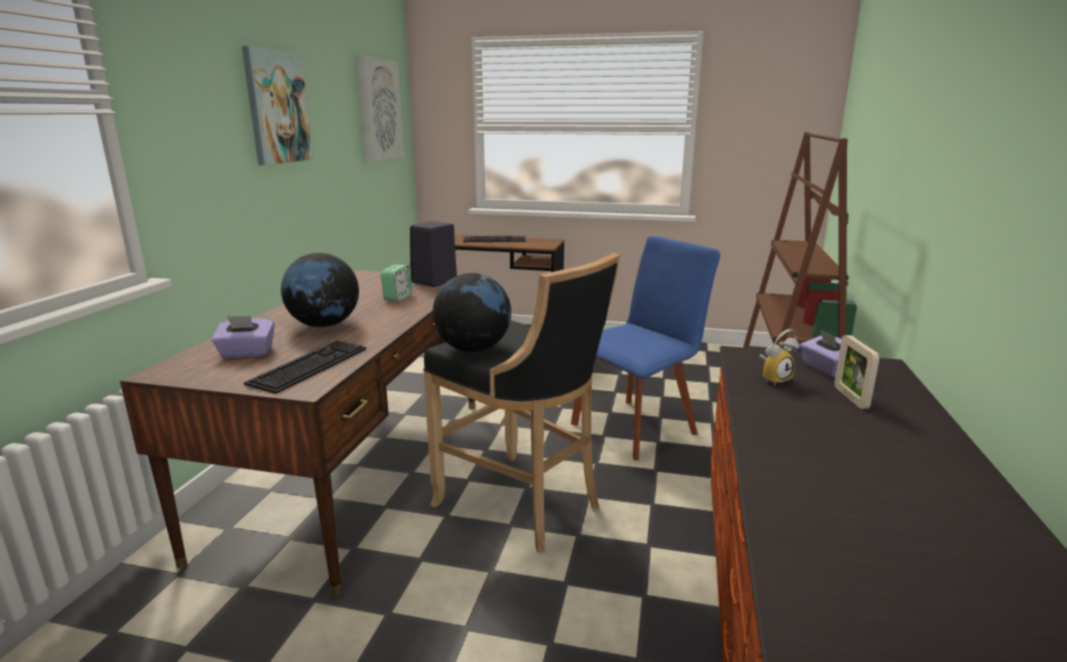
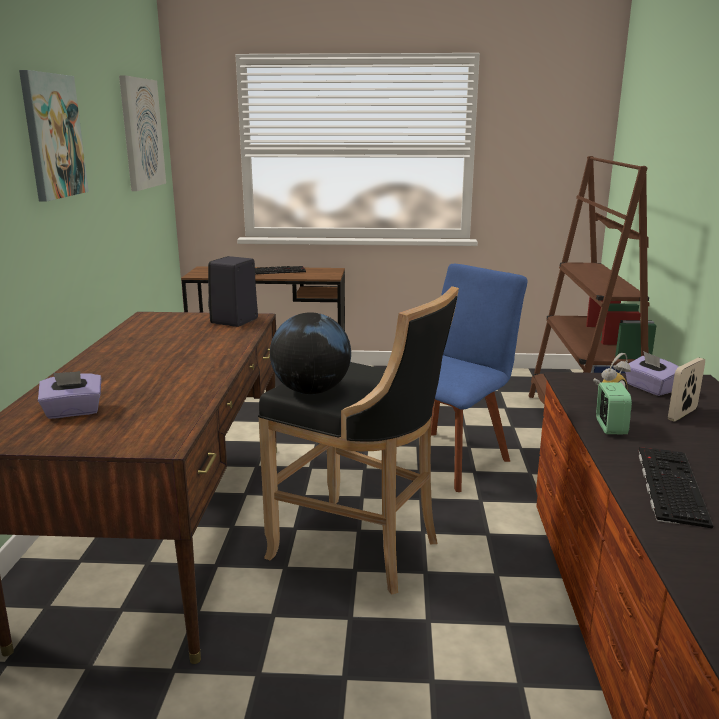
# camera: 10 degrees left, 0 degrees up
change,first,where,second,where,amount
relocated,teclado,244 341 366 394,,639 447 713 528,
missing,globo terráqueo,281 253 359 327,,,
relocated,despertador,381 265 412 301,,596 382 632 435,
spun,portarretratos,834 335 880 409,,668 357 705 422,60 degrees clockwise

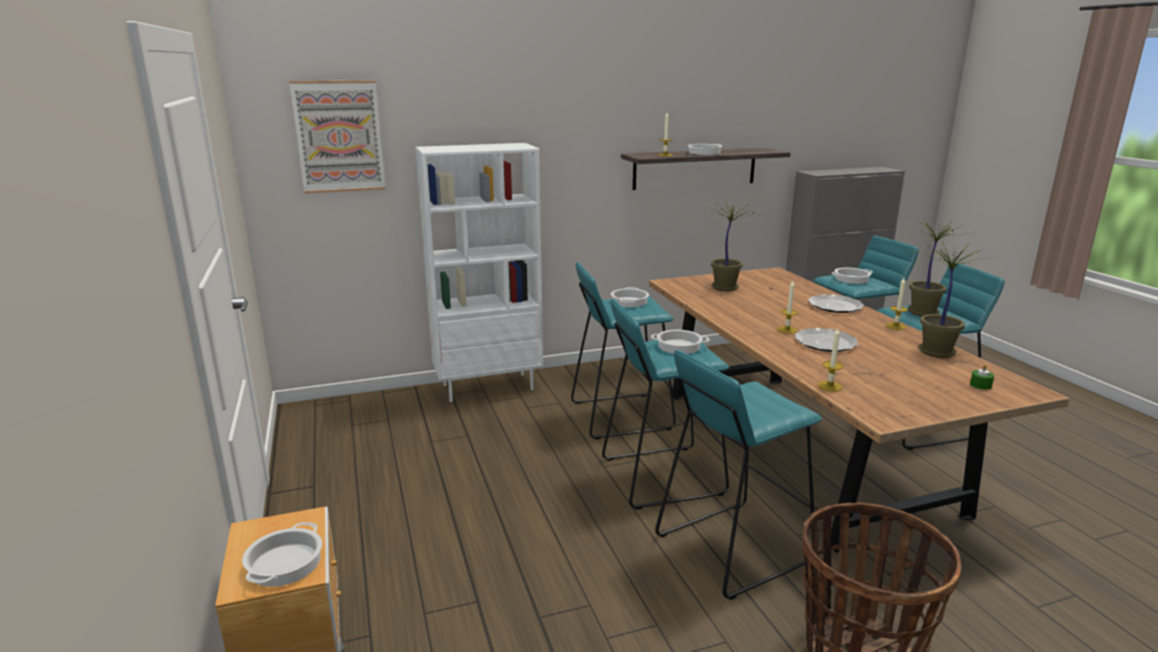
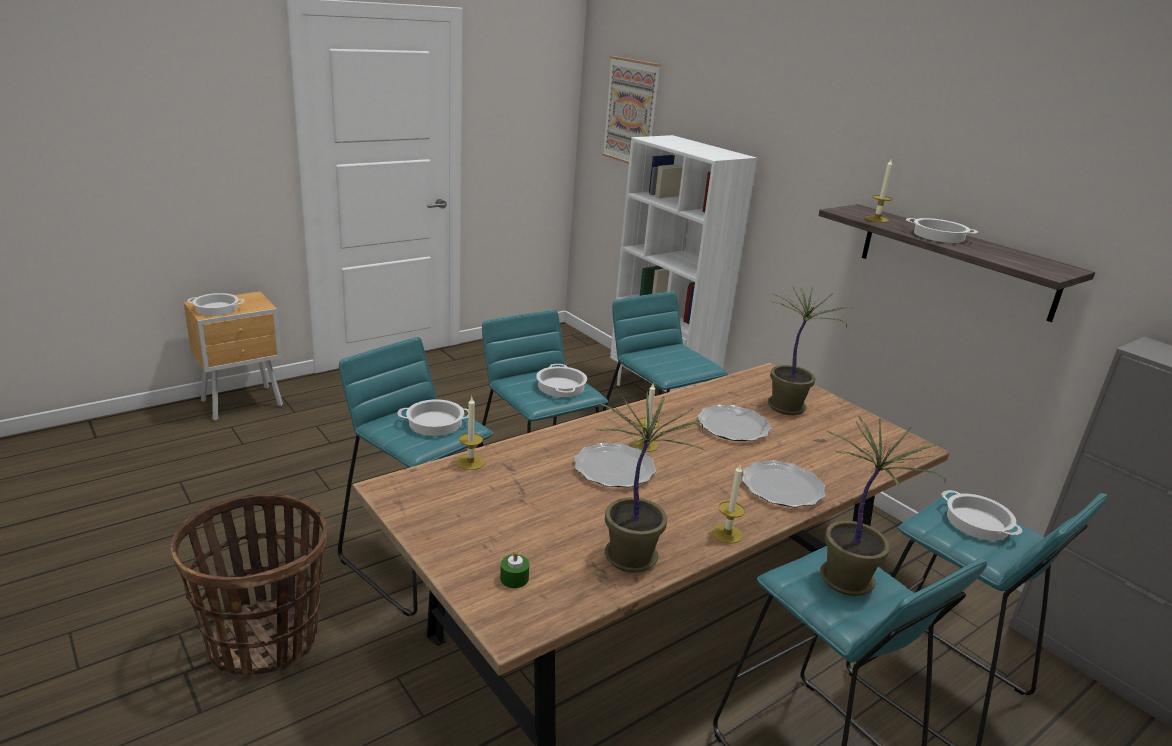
# camera: 70 degrees right, 5 degrees up
change,first,where,second,where,amount
relocated,olla,611 287 649 307,,397 399 469 436,
appeared,,,plato,697 405 772 441,

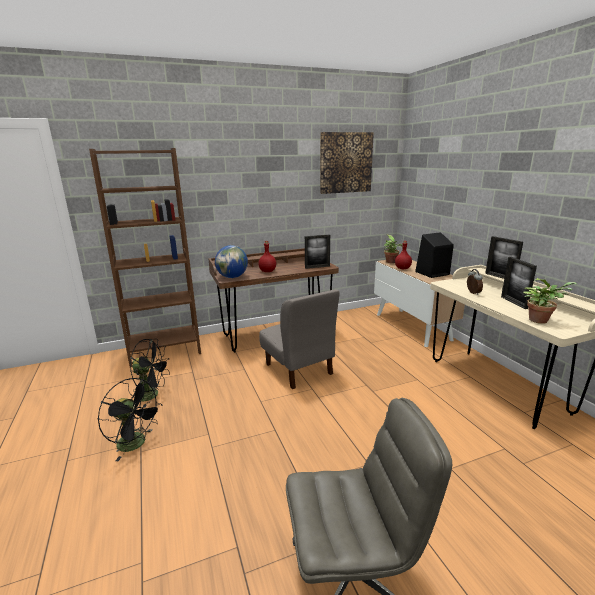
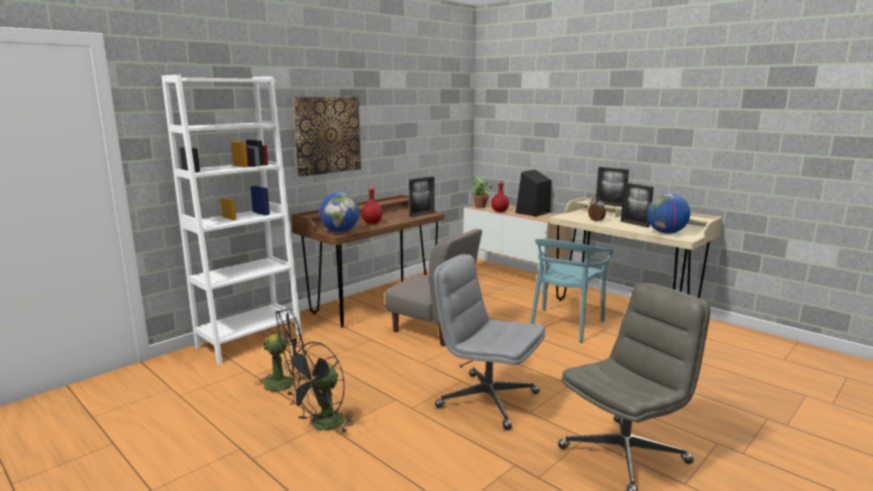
# camera: 25 degrees left, 5 degrees down
change,first,where,second,where,amount
colour,estantería (marrón),89 148 201 367,estantería (blanco),161 75 302 365,
spun,ventilador (negro),98 378 163 461,,283 342 354 432,120 degrees clockwise
relocated,cuadro,320 132 374 194,,293 97 361 177,
exchanged,planta en maceta,523 278 577 324,globo terráqueo,647 194 690 234,
appeared,,,silla de oficina (gris),434 254 545 430,
appeared,,,silla (turquesa),530 239 613 343,

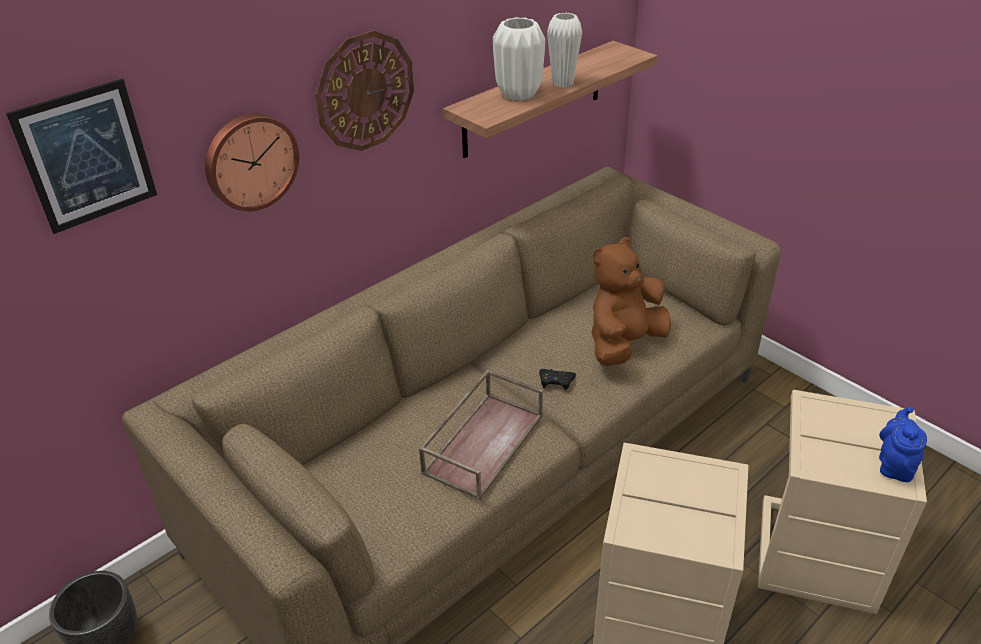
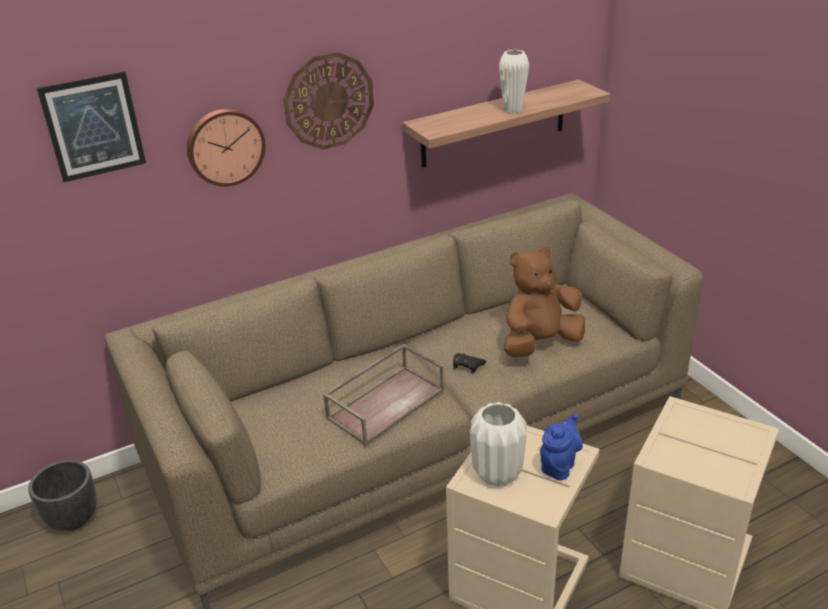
# camera: 15 degrees right, 5 degrees down
change,first,where,second,where,amount
relocated,florero (blanco),493 17 545 101,,470 402 527 487,
relocated,tetera (azul),879 407 927 482,,540 413 583 480,

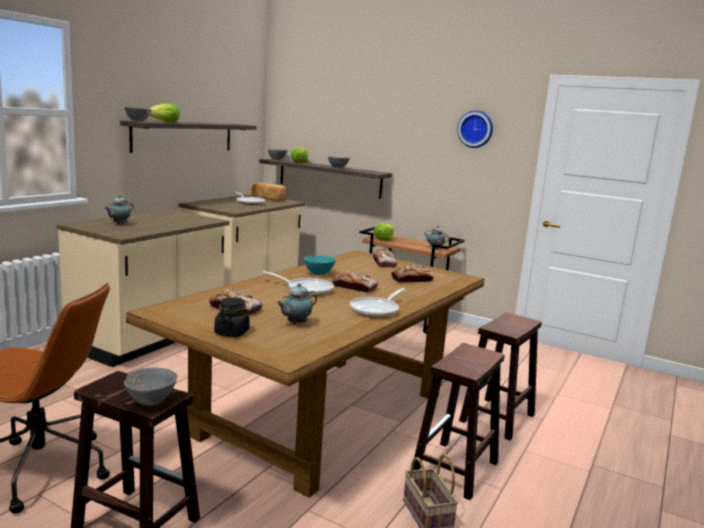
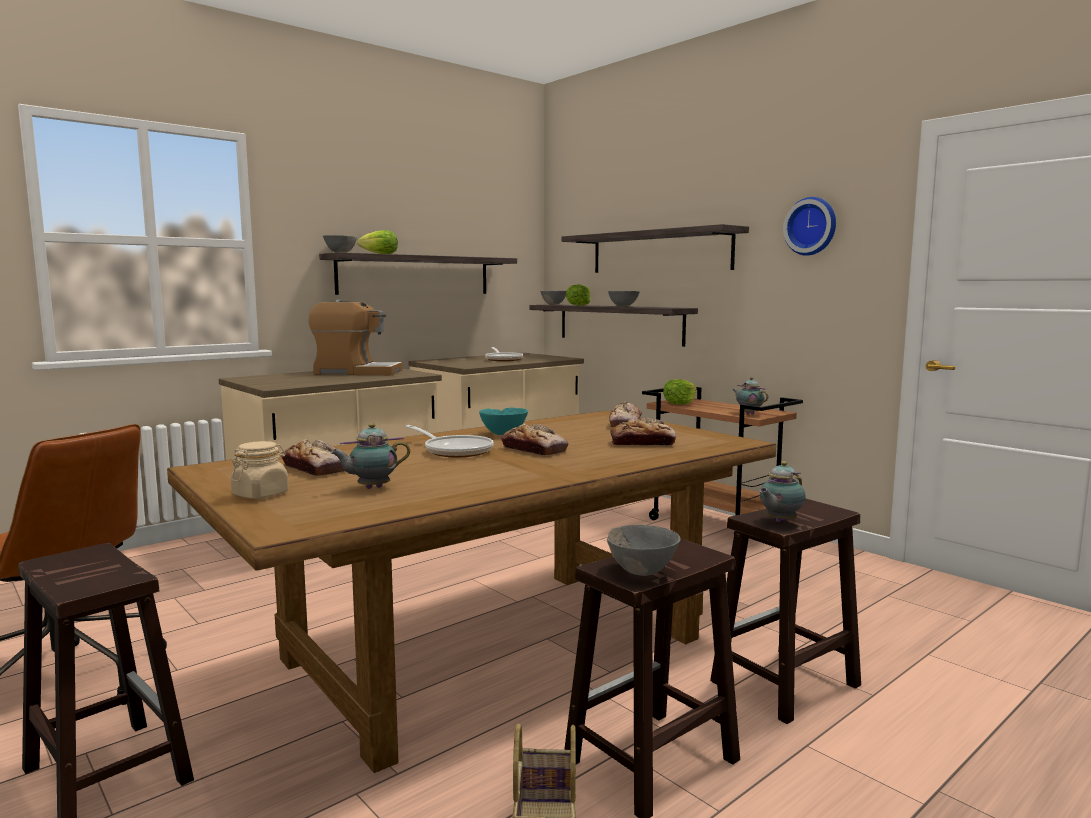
# camera: 20 degrees right, 5 degrees down
change,first,where,second,where,amount
relocated,tetera,104 195 134 224,,760 461 805 522,
relocated,cuenco (gris),124 367 177 406,,607 525 680 576,
colour,tarro (negro),214 297 250 337,tarro (beis),231 441 289 499,
missing,pan,252 183 286 201,,,
missing,sartén,350 288 405 318,,,
appeared,,,cafetera,308 300 403 375,
appeared,,,estante,561 224 749 273,

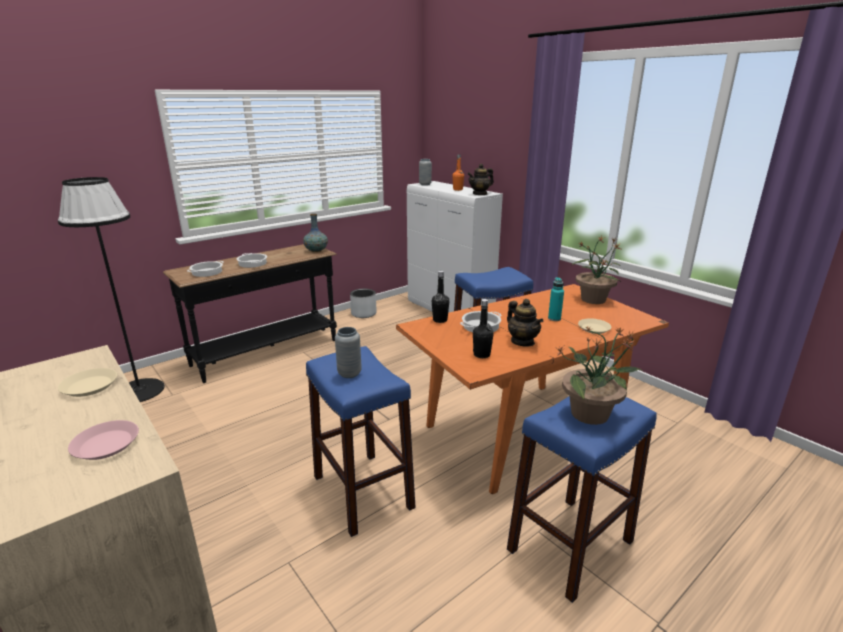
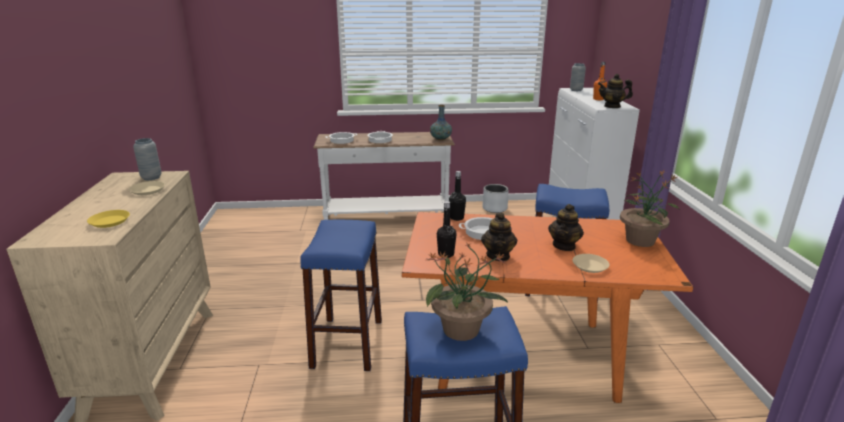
# camera: 35 degrees right, 0 degrees up
change,first,where,second,where,amount
missing,lámpara de pie (negro),58 177 165 402,,,
colour,plato (rosa),68 420 139 460,plato (amarillo),87 210 130 228,
colour,mesa consola (negro),163 244 337 383,mesa consola (blanco),313 132 455 220,
relocated,florero (gris),335 327 362 378,,133 138 162 180,
exchanged,botella (turquesa),548 277 564 321,tetera,548 204 584 251,

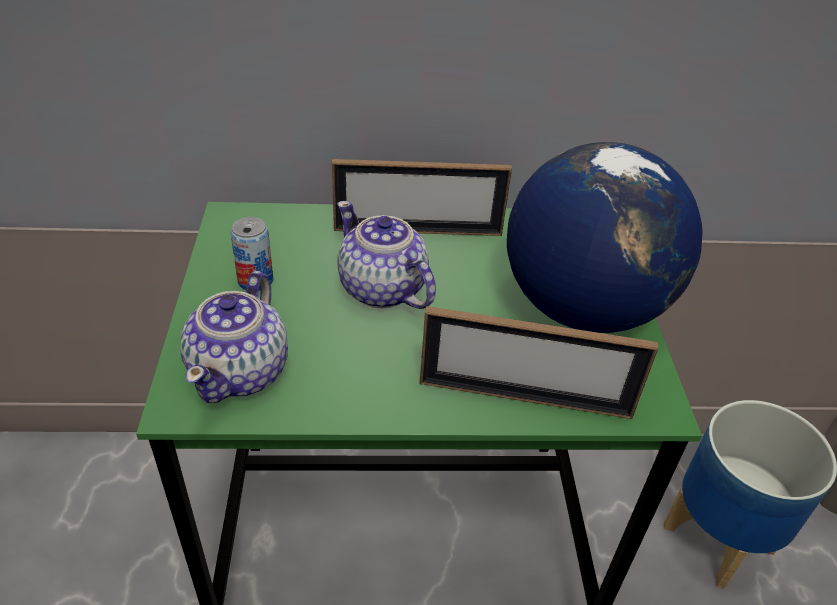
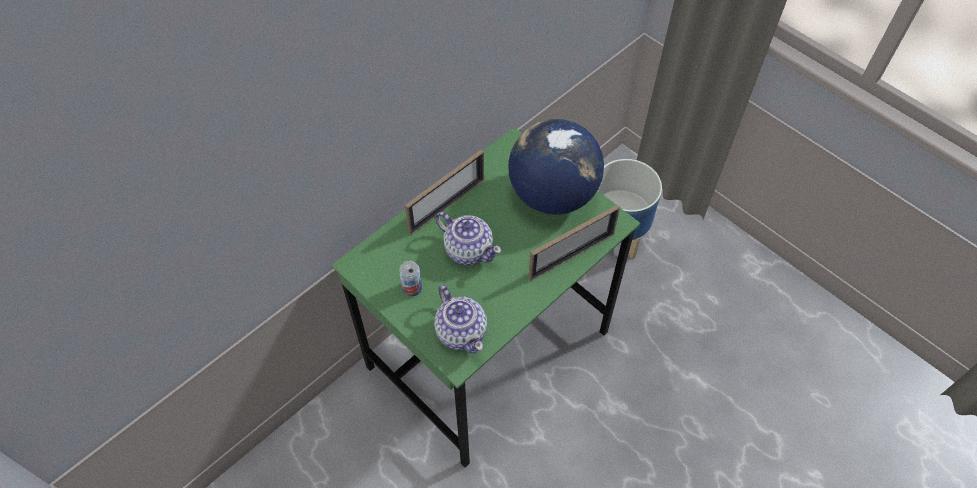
# camera: 40 degrees left, 15 degrees up
change,first,where,second,where,amount
spun,tetera,337 201 436 309,,435 212 502 265,150 degrees counterclockwise

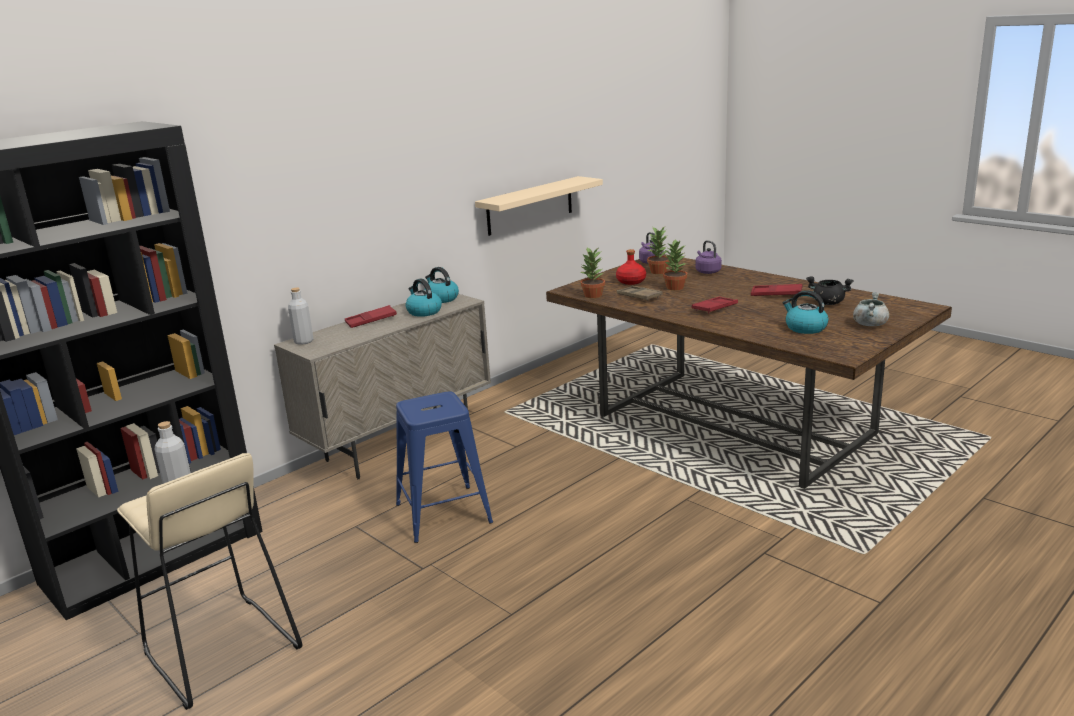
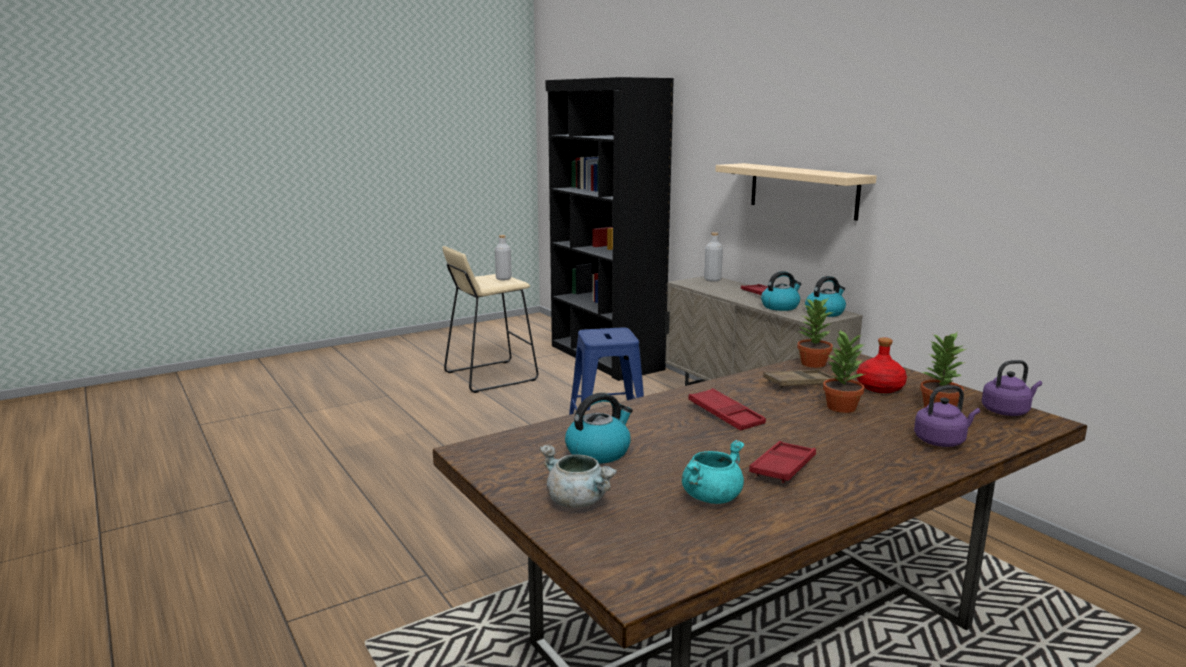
# camera: 100 degrees right, 5 degrees down
change,first,where,second,where,amount
relocated,estante (beis),475 176 603 236,,715 163 877 221,
colour,olla (negro),806 276 854 305,olla (turquesa),682 440 744 504,

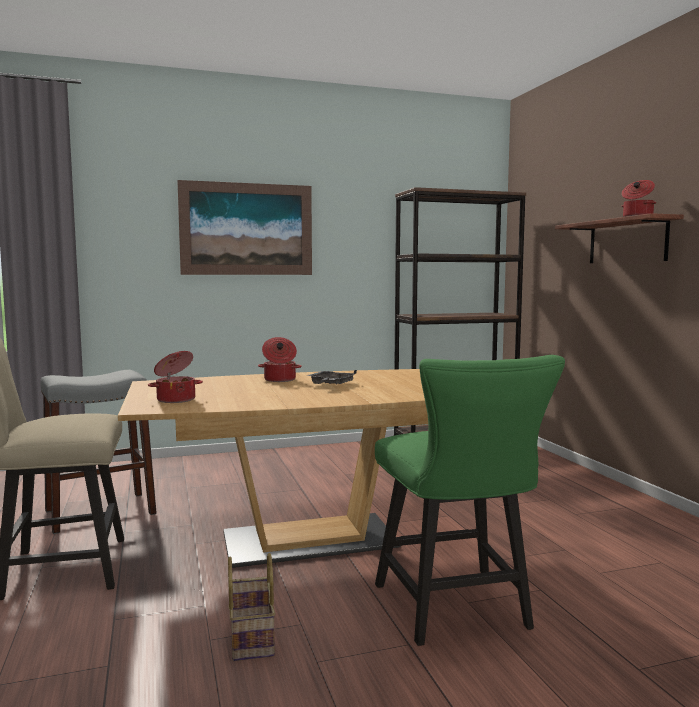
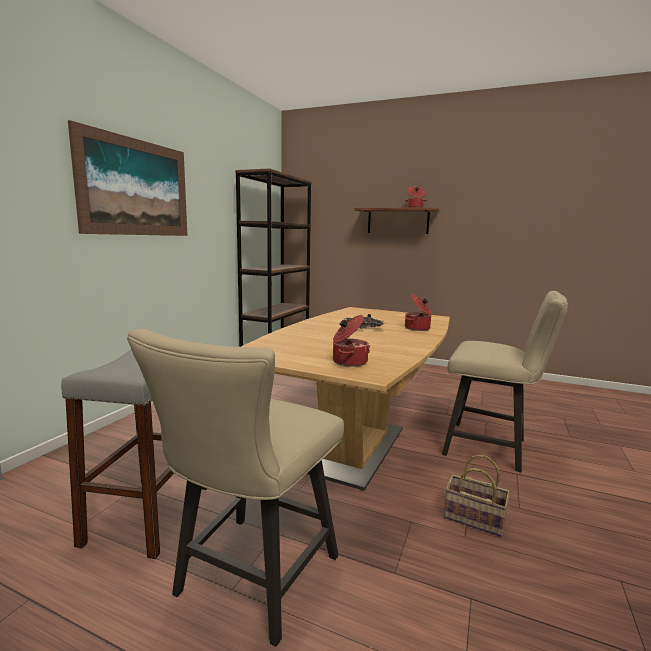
# camera: 50 degrees left, 5 degrees up
change,first,where,second,where,amount
relocated,olla,258 337 302 382,,405 294 432 331,
colour,silla (verde),375 355 565 646,silla (beis),442 291 568 472,

